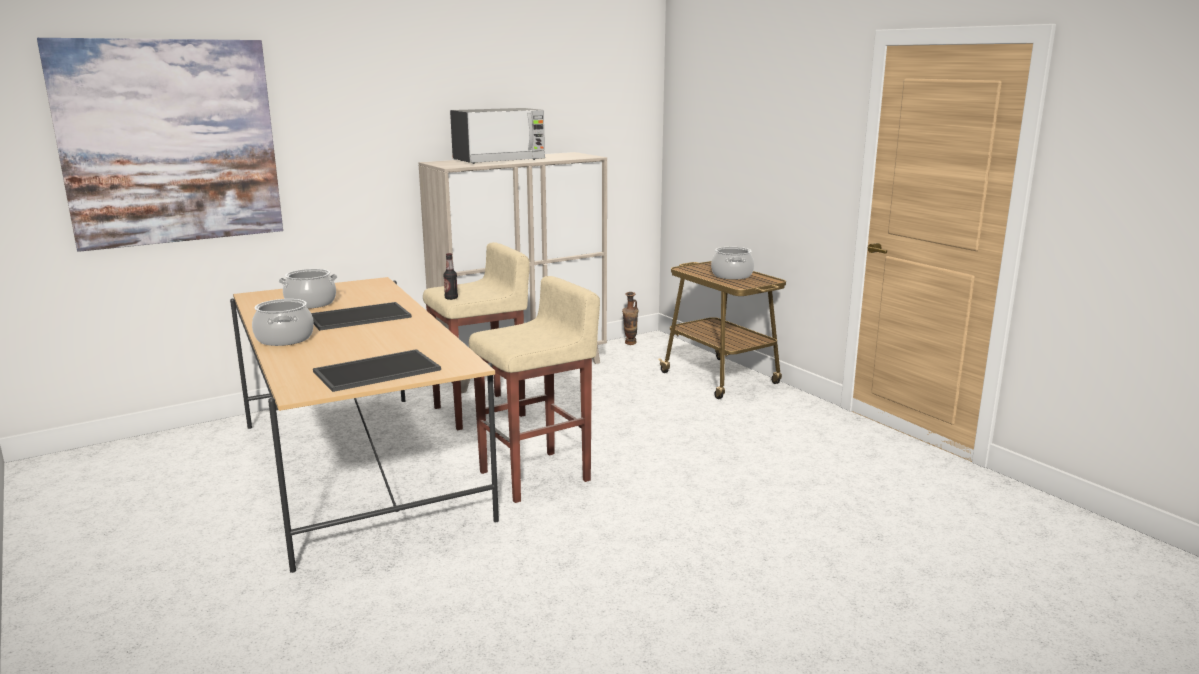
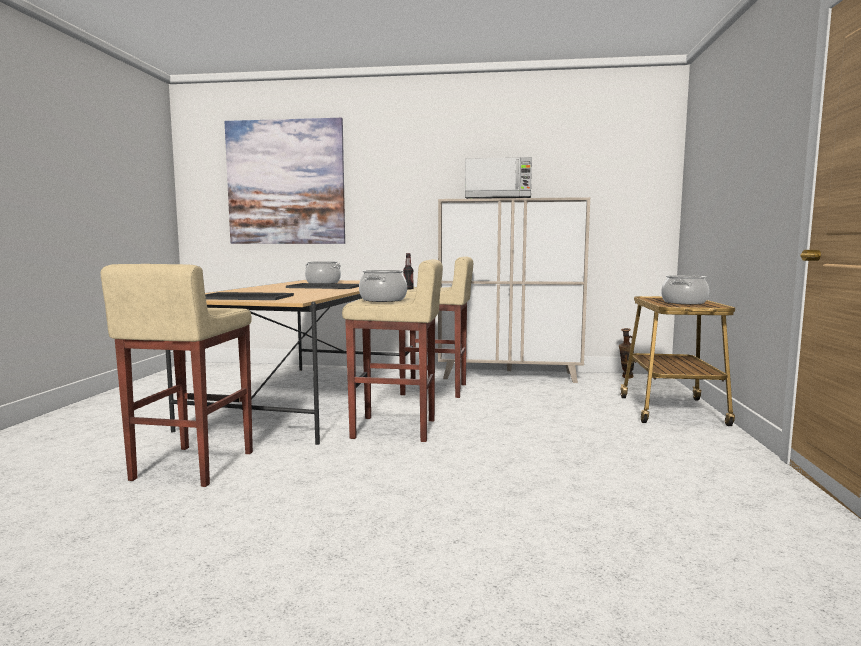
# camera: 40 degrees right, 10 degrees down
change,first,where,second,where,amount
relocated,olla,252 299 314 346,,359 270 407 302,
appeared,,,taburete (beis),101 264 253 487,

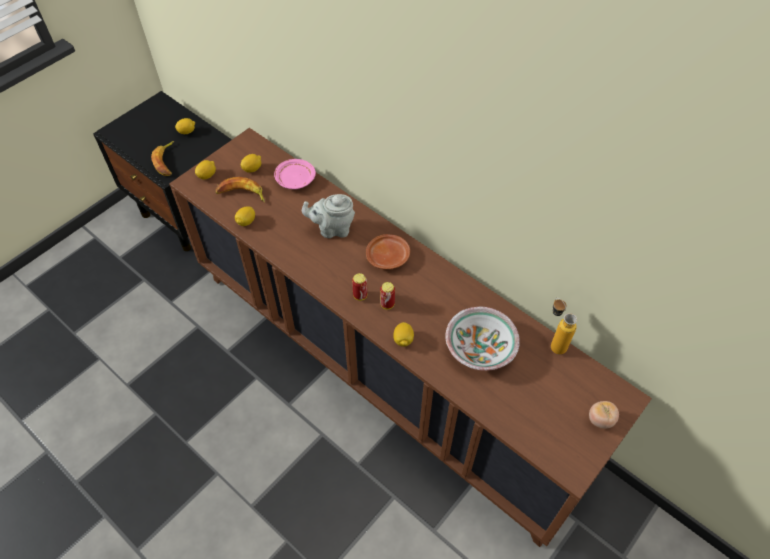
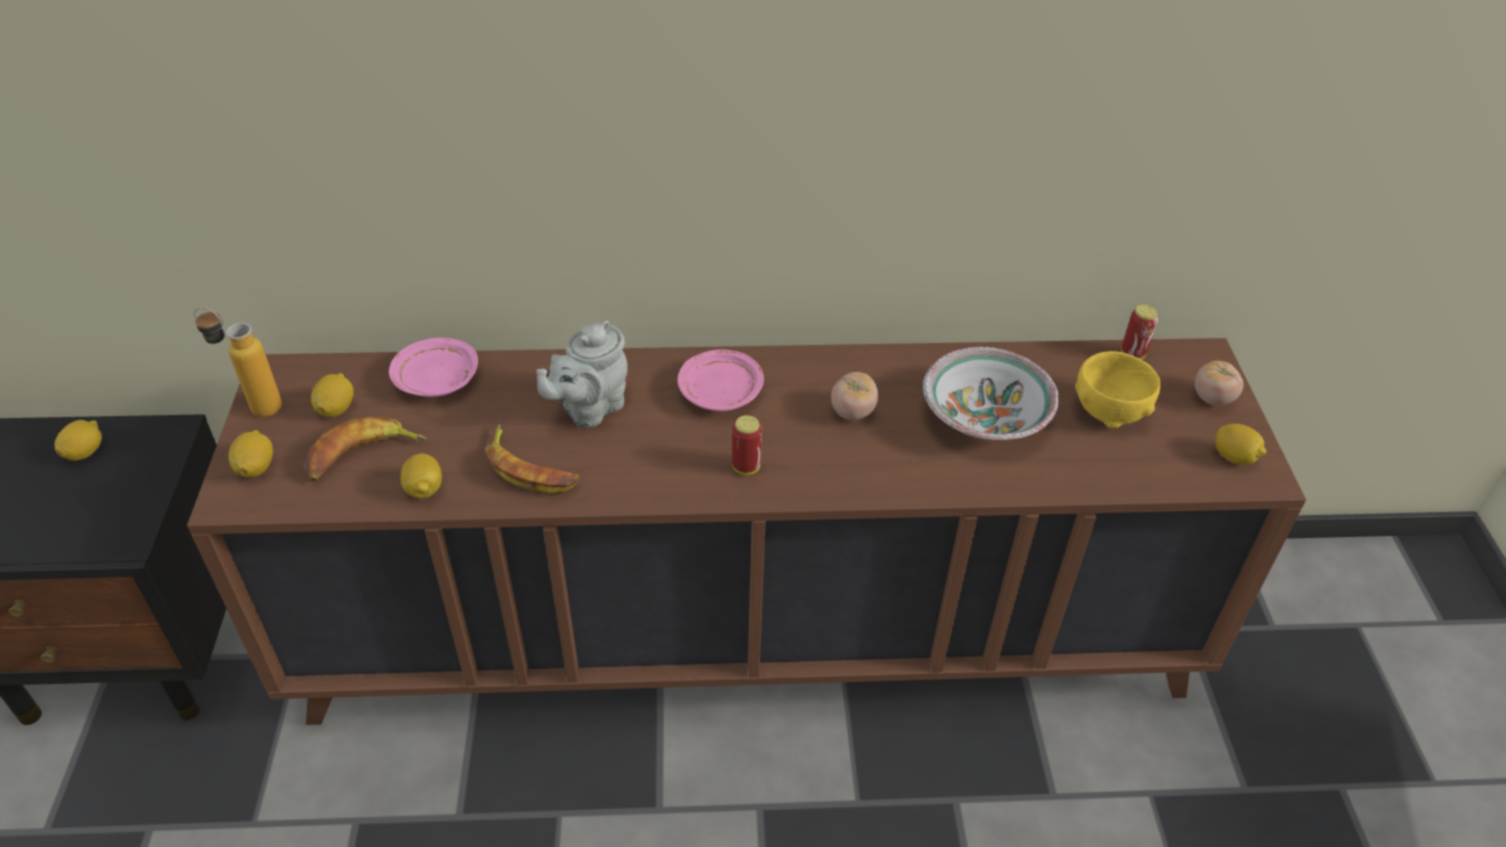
# camera: 45 degrees left, 10 degrees down
change,first,where,second,where,amount
relocated,plátano,151 141 174 176,,485 424 580 493,
colour,plato (marrón),366 234 410 270,plato (rosa),677 349 764 411,
relocated,lata,380 282 395 309,,1121 305 1158 360,
relocated,limón,393 322 414 347,,1215 424 1267 465,
relocated,botella,551 298 577 355,,194 307 282 417,
appeared,,,tomate,831 372 878 420,
appeared,,,cuenco (amarillo),1075 351 1161 428,

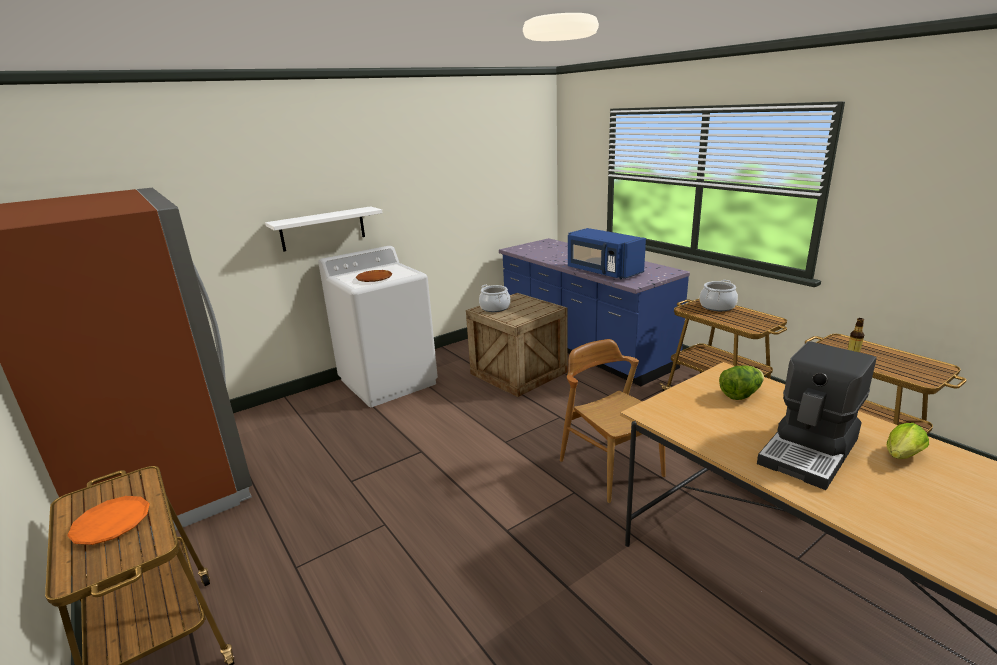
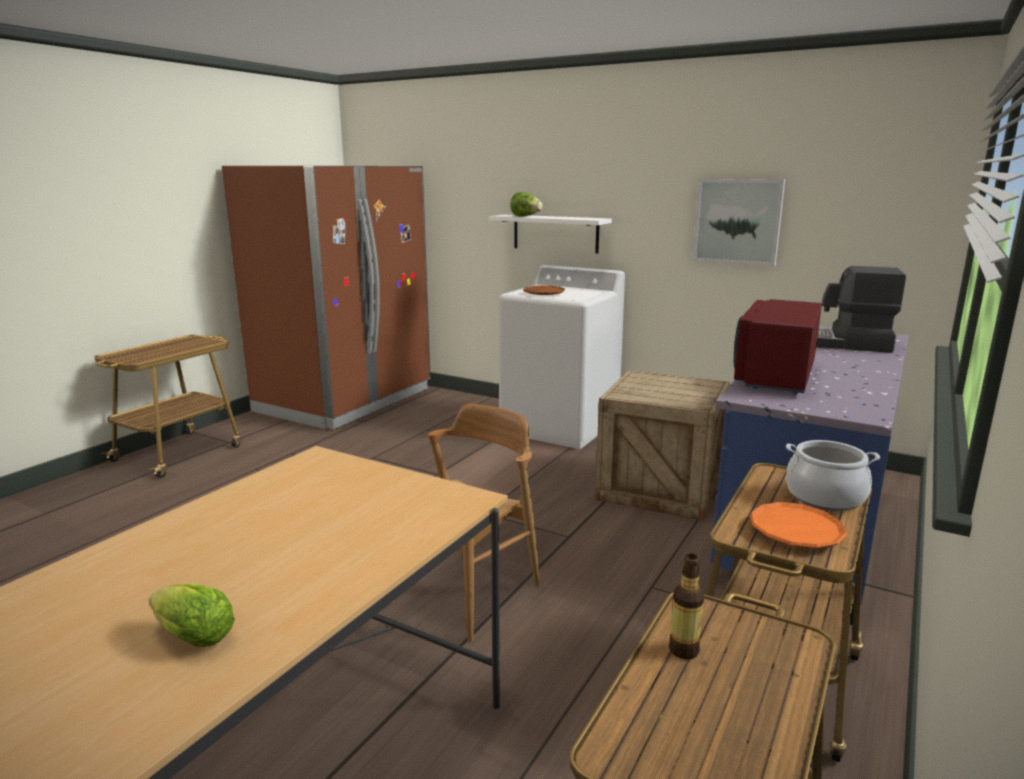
# camera: 65 degrees right, 5 degrees down
change,first,where,second,where,amount
relocated,plato (naranja),67 496 150 545,,750 502 847 549,
missing,olla,479 285 511 312,,,
colour,microondas (azul),568 228 646 279,microondas (rojo),734 299 822 394,
relocated,lechuga,719 365 764 400,,510 192 543 217,
relocated,cafetera,757 341 877 490,,816 266 906 353,
appeared,,,cuadro,692 179 785 266,

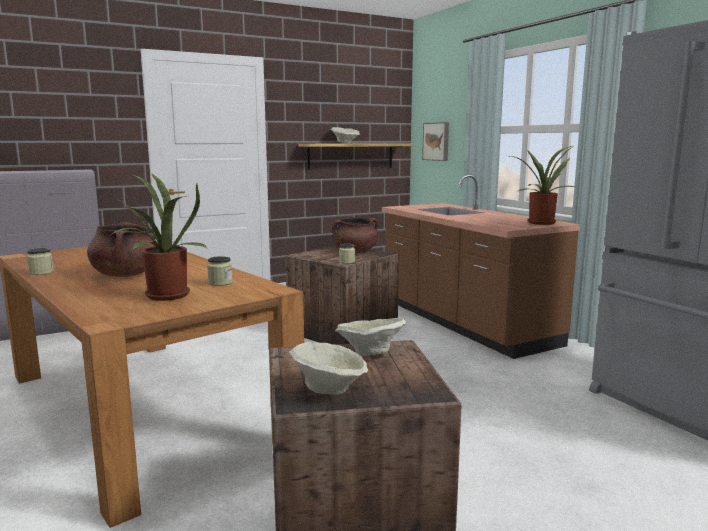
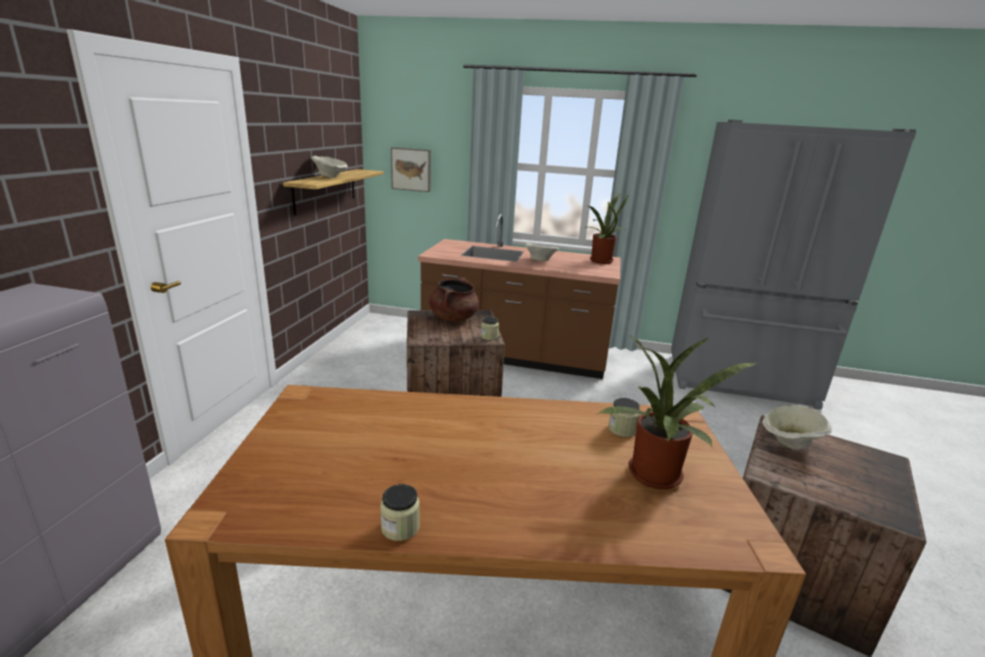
# camera: 50 degrees left, 10 degrees up
change,first,where,second,where,amount
missing,olla (marrón),87 222 157 277,,,
relocated,cuenco (beis),289 342 368 395,,524 243 559 261,

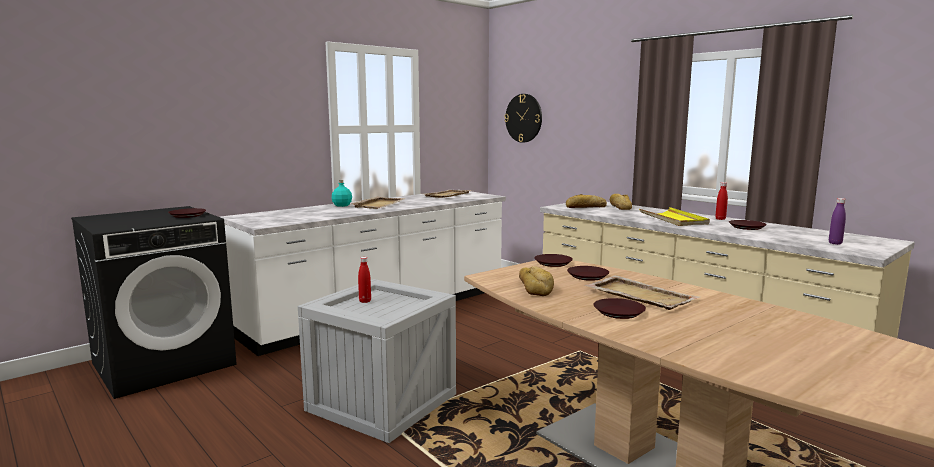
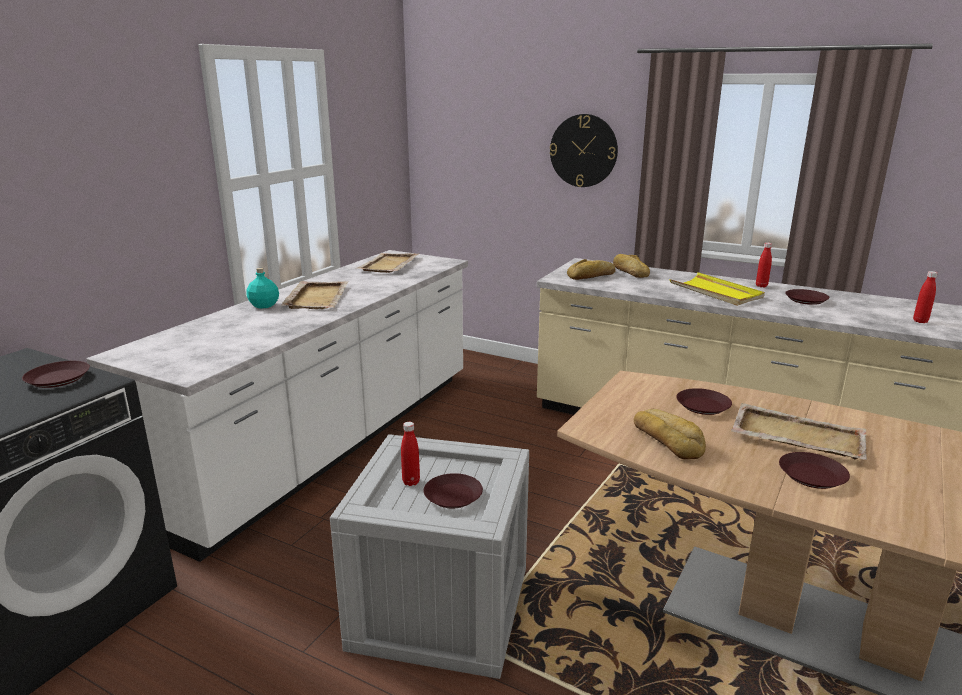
# camera: 20 degrees left, 10 degrees up
change,first,where,second,where,amount
relocated,reloj de pared,504 94 542 143,,550 114 618 187,
relocated,plato (marrón),534 254 573 267,,424 473 483 509,
colour,botella (morado),829 198 846 245,botella (rojo),913 271 938 323,

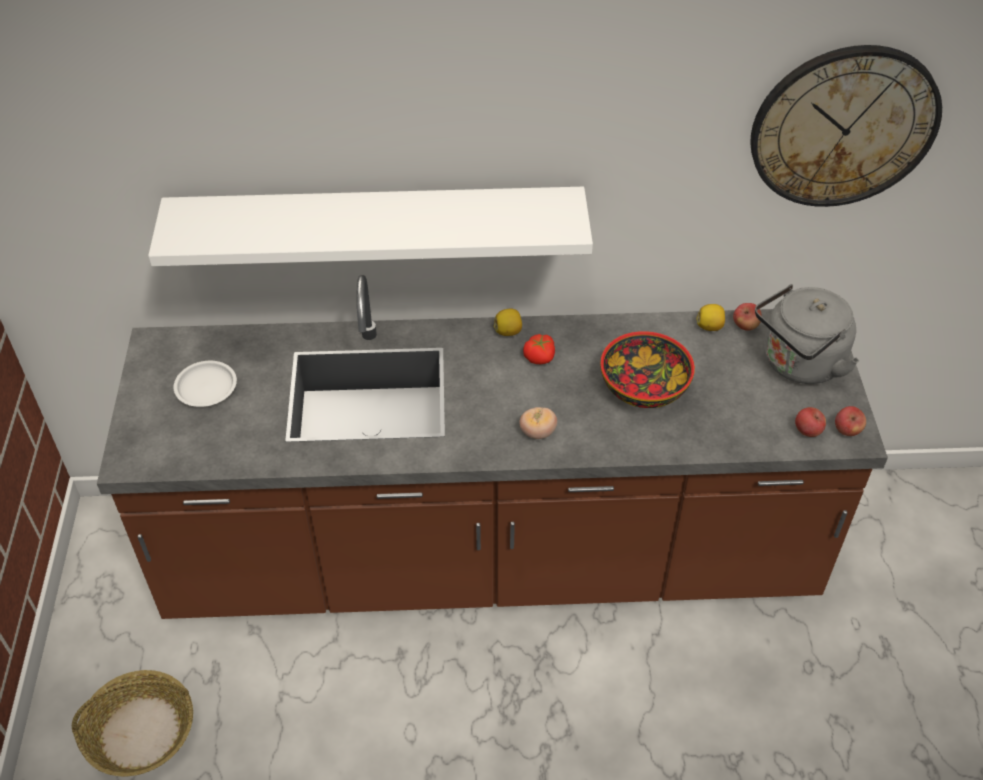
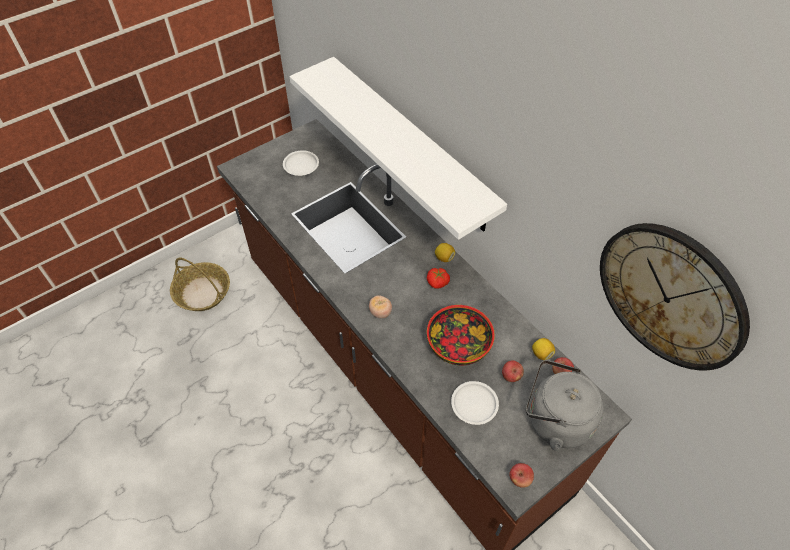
# camera: 55 degrees right, 5 degrees up
change,first,where,second,where,amount
relocated,manzana,795 407 826 437,,502 360 524 382,
appeared,,,plato (blanco),451 381 499 425,

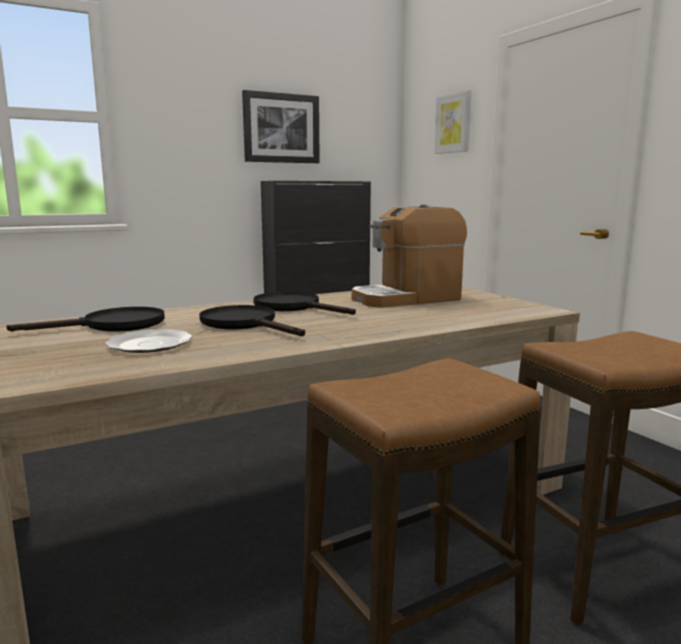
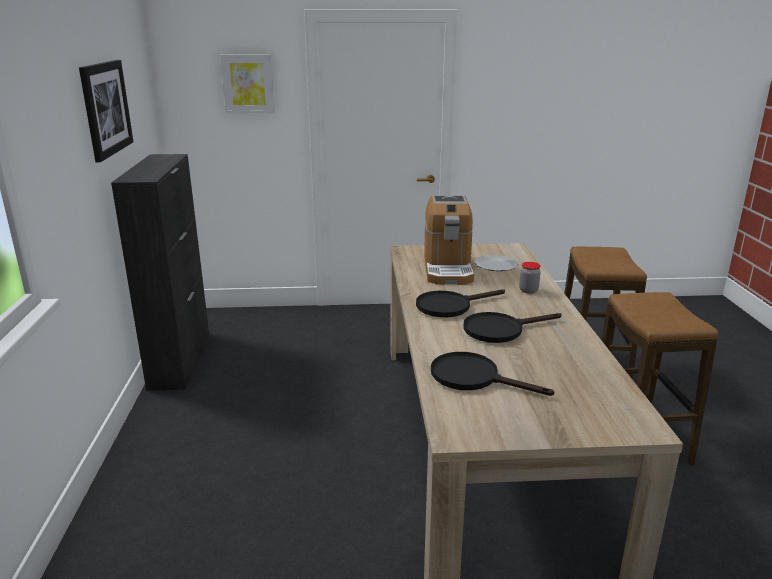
# camera: 65 degrees left, 10 degrees up
change,first,where,second,where,amount
spun,sartén (negro),7 307 165 332,,431 352 554 396,60 degrees counterclockwise
relocated,plato,105 329 192 353,,474 255 518 271,
appeared,,,tarro,519 262 541 294,

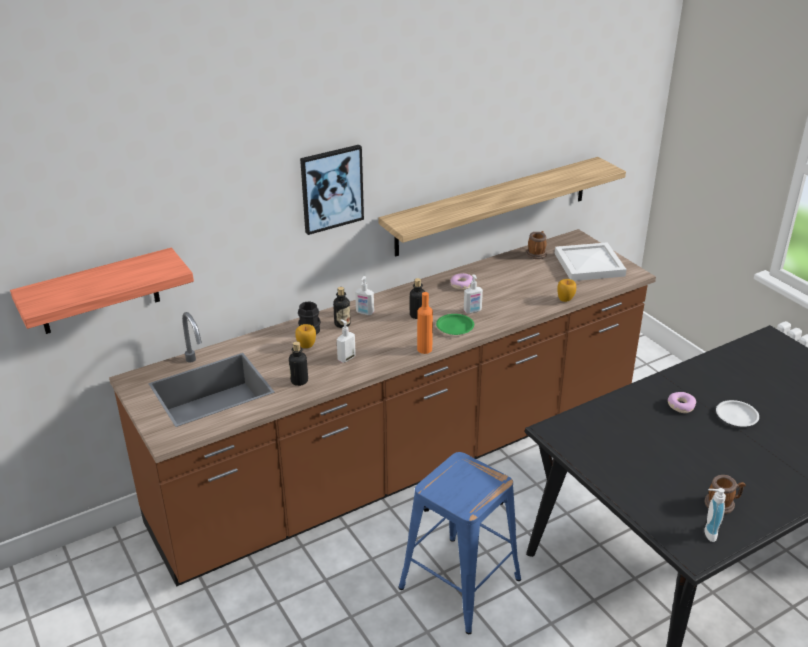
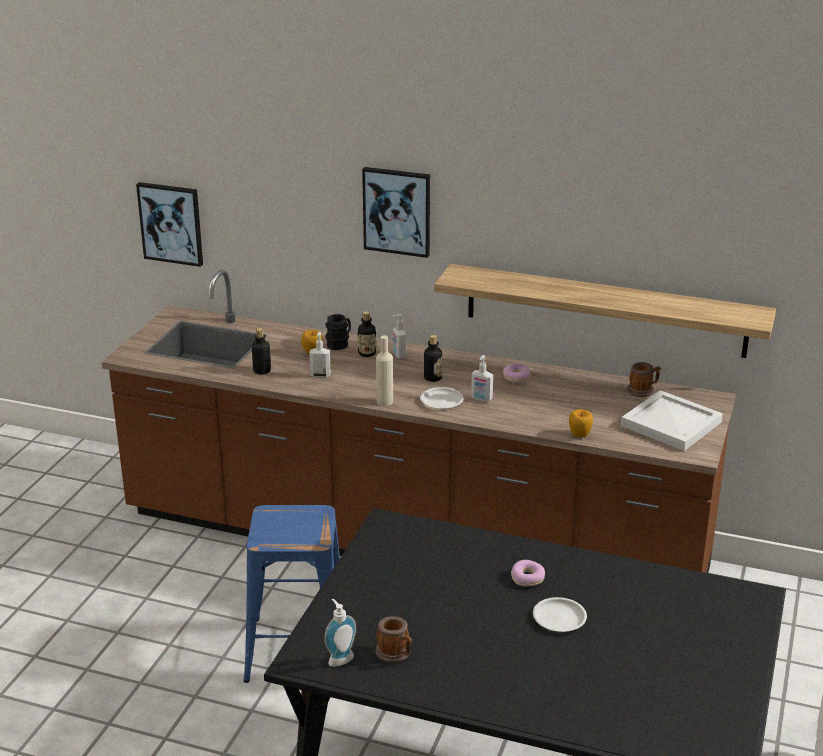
# camera: 50 degrees right, 5 degrees down
change,first,where,second,where,amount
exchanged,estante,10 247 194 334,cuadro,136 182 203 267,
colour,botella (naranja),417 292 433 354,botella (beis),376 335 393 406,
colour,plato (verde),436 314 474 335,plato (blanco),420 387 464 409,

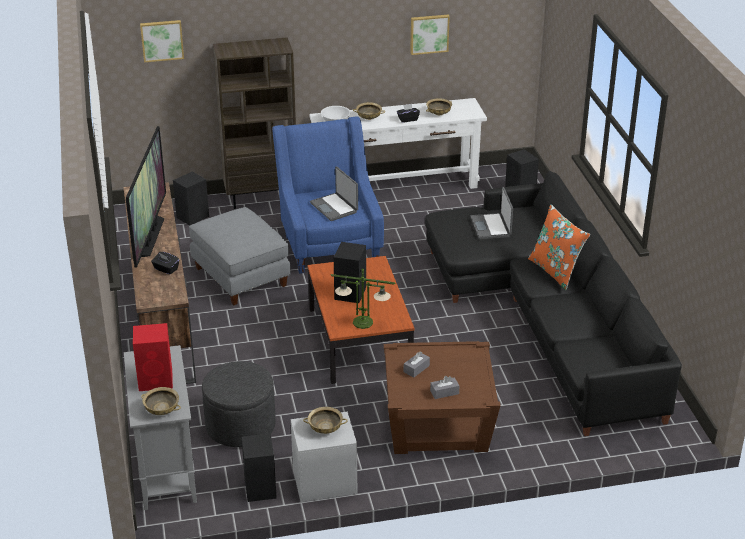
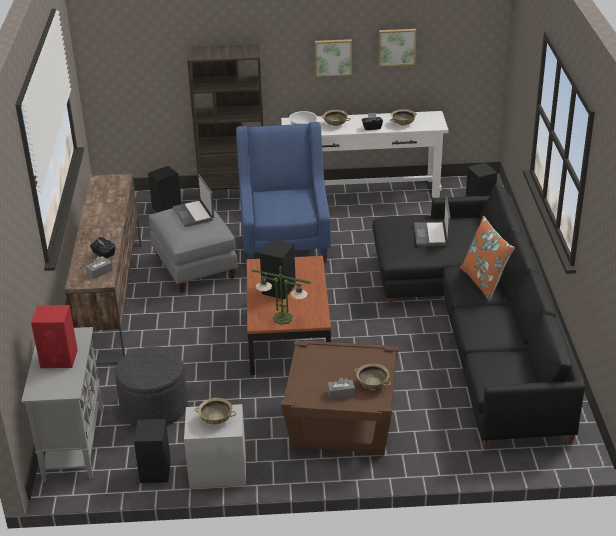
# camera: 10 degrees right, 0 degrees up
change,first,where,second,where,amount
missing,televisor,126 126 166 268,,,
relocated,cuadro,140 20 184 62,,315 39 352 77,
relocated,cuenco (beis),141 387 181 415,,355 363 391 389,
relocated,portátil,310 166 358 221,,173 175 214 227,
relocated,caja de pañuelos (gris),404 351 430 378,,86 256 113 279,

